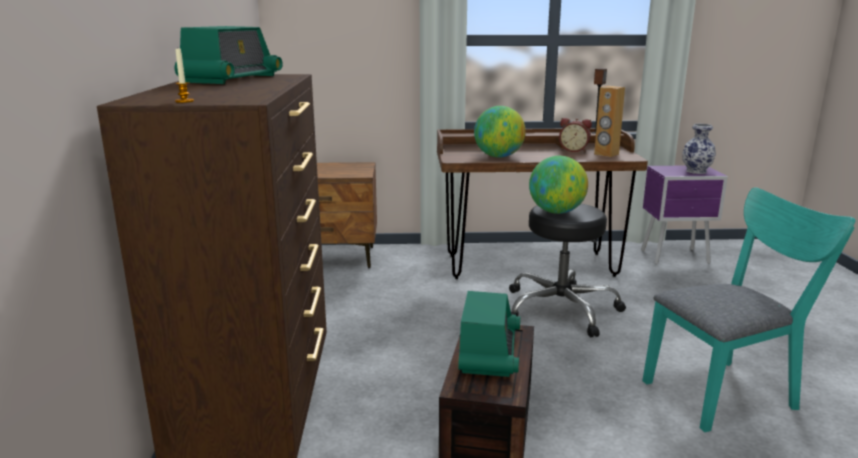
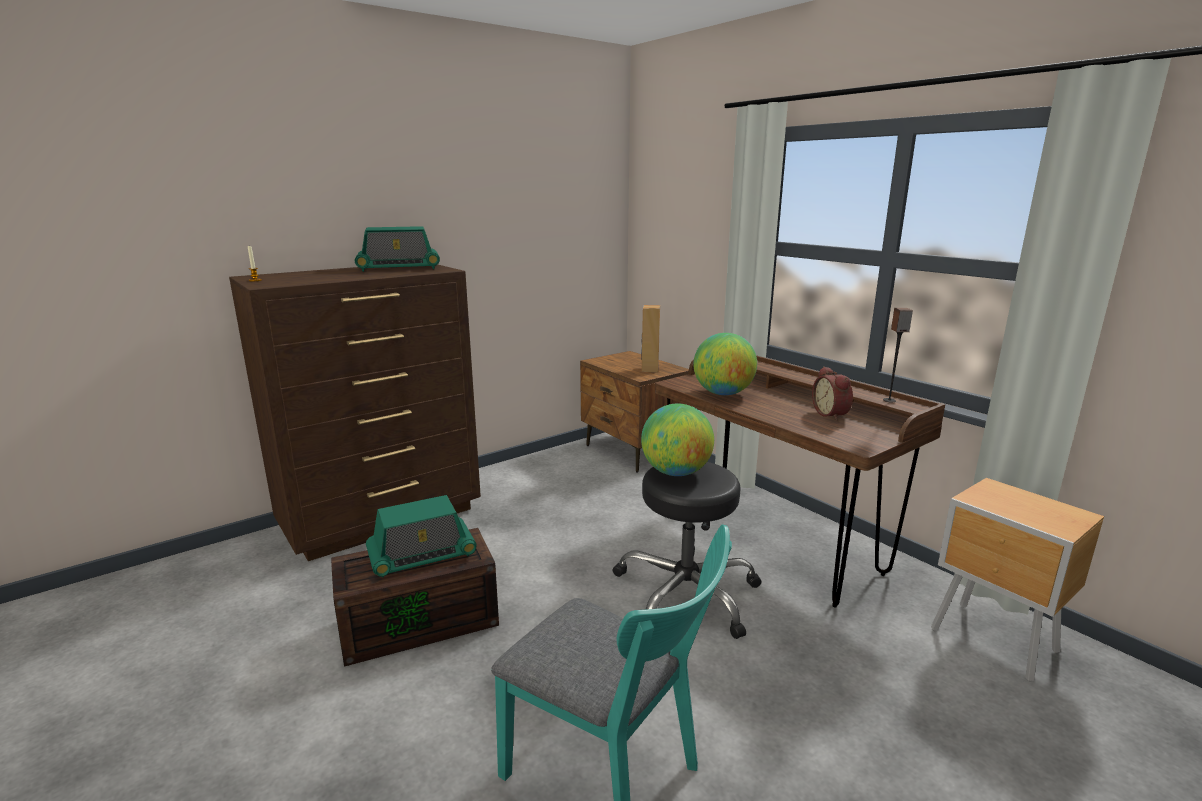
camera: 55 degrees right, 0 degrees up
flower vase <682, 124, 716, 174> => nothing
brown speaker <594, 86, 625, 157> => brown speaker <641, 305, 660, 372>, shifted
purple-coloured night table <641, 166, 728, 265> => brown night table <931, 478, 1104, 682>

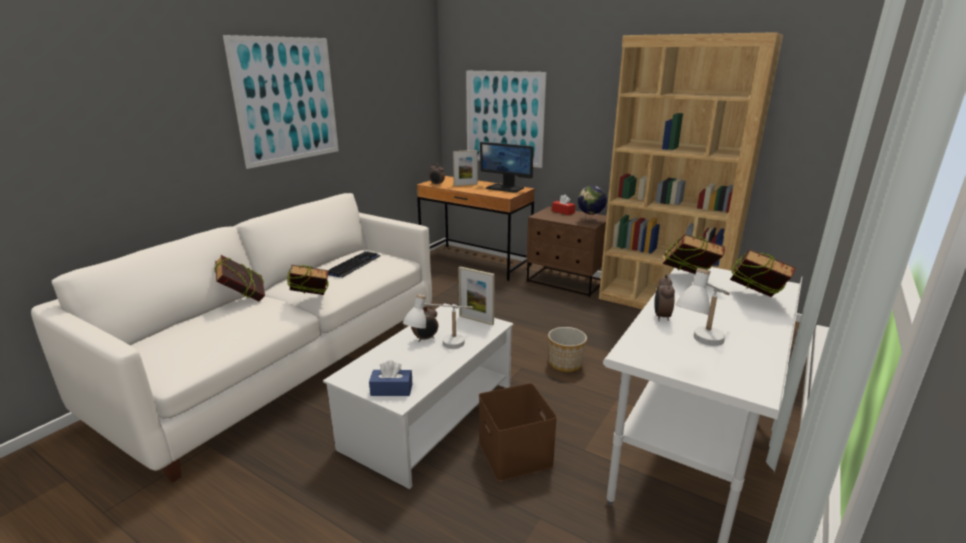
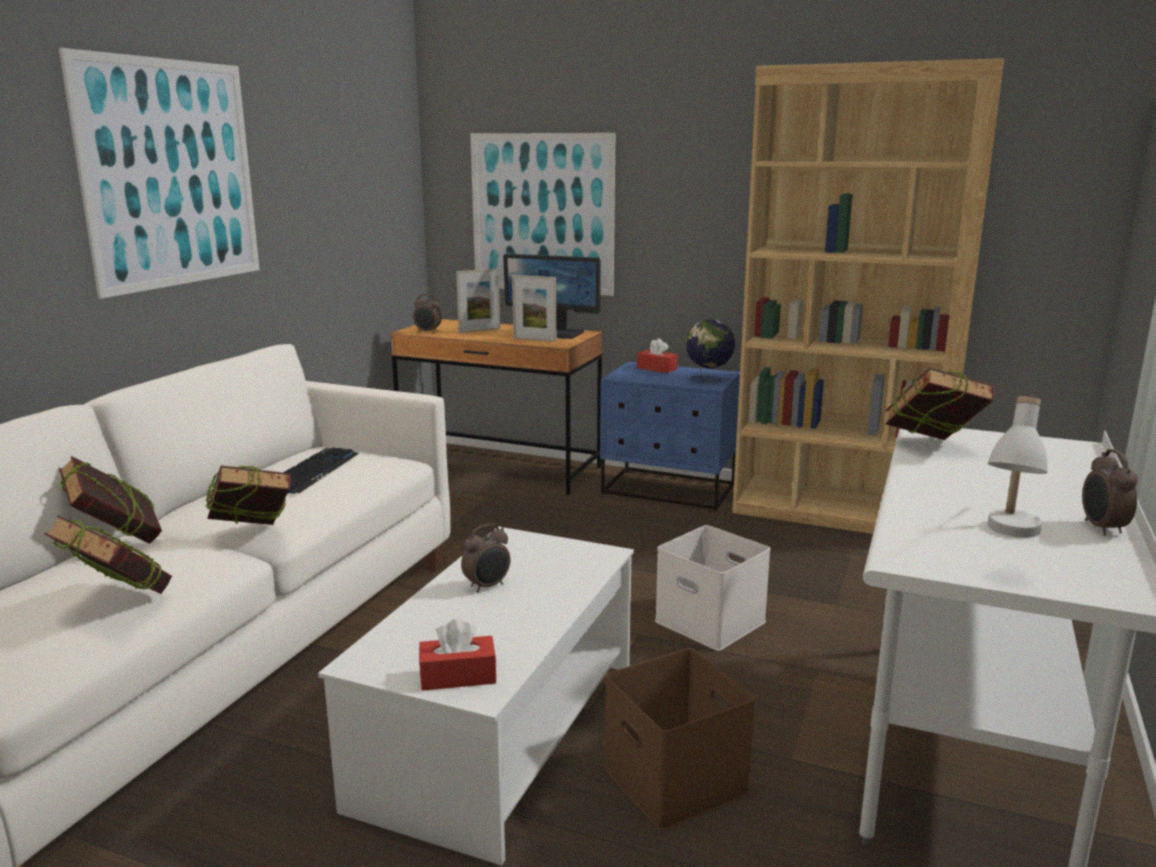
camera: 10 degrees left, 5 degrees down
white lamp for a table <403, 294, 473, 349> => nothing
picture frame <458, 266, 495, 325> => picture frame <512, 275, 557, 342>, shifted
alarm clock <654, 274, 675, 321> => alarm clock <1082, 449, 1138, 536>, shifted
volume <730, 249, 796, 297> => volume <44, 515, 172, 594>, shifted
plant pot <548, 327, 587, 372> => white storage box <655, 525, 771, 651>
blue-coloured tissue box <369, 360, 412, 396> => red tissue box <419, 619, 496, 691>
brown night table <527, 207, 607, 297> => blue-coloured night table <600, 362, 740, 511>

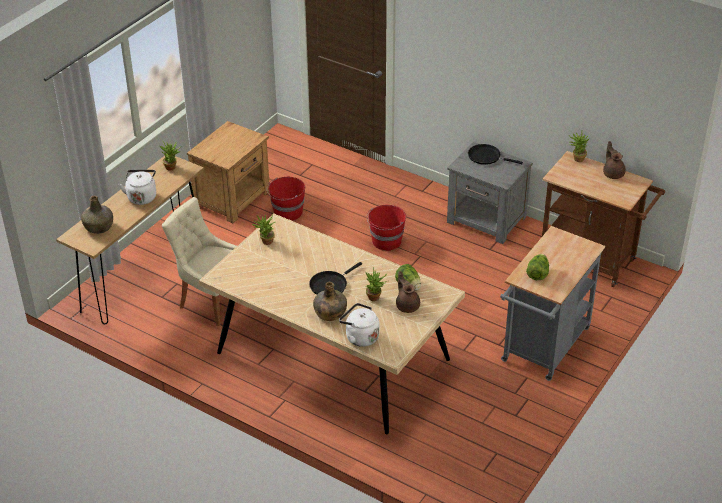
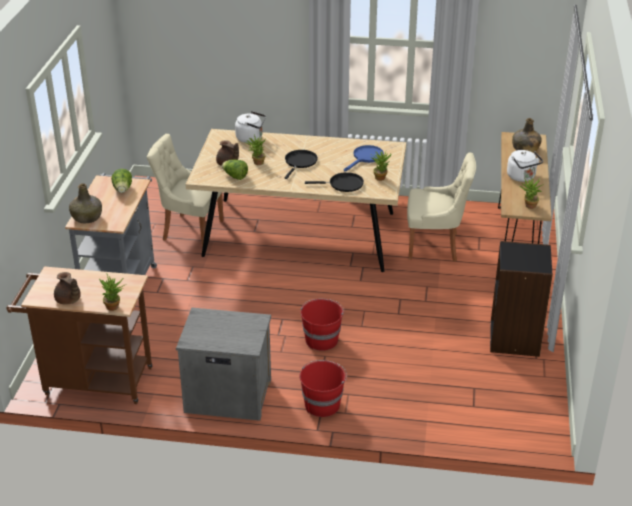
camera: 155 degrees right, 5 degrees down
nothing => sand-coloured upright chair <147, 134, 223, 248>
nothing => blue-coloured frying pan <344, 145, 384, 171>
red bucket <267, 177, 305, 221> => red bucket <300, 360, 347, 417>, shifted
green drink bottle <313, 282, 347, 321> => green drink bottle <69, 183, 102, 223>, shifted
black frying pan <468, 144, 523, 165> => black frying pan <305, 172, 364, 192>, shifted
brown night table <187, 121, 270, 223> => black bookcase <490, 241, 553, 357>

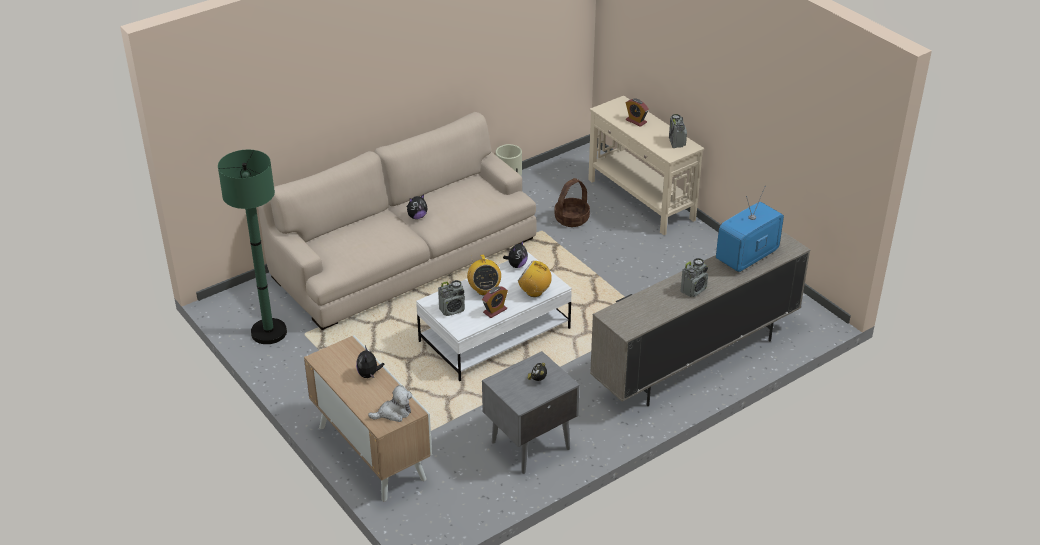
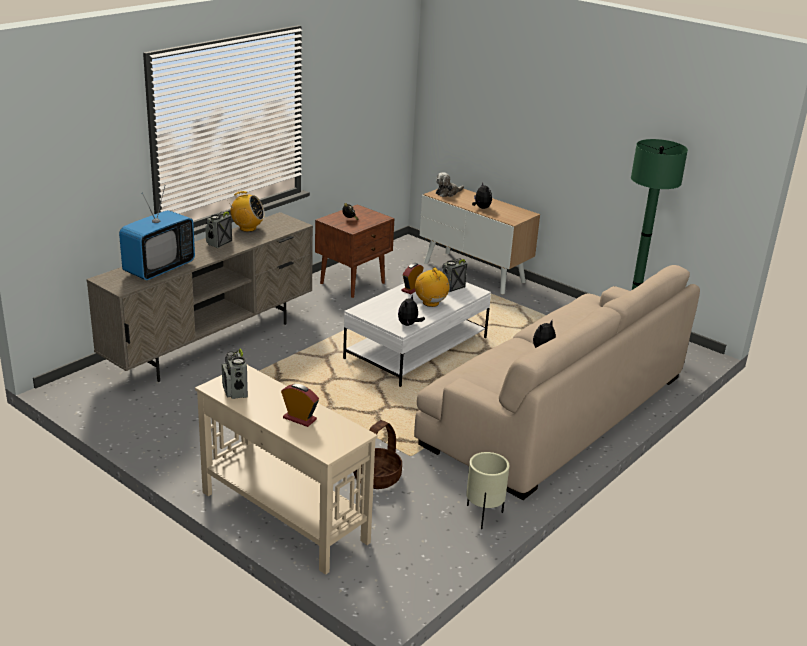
camera: 165 degrees right, 10 degrees down
radio <518, 261, 552, 297> => radio <227, 191, 265, 232>, shifted
gray night table <482, 351, 580, 474> => brown night table <315, 204, 394, 298>

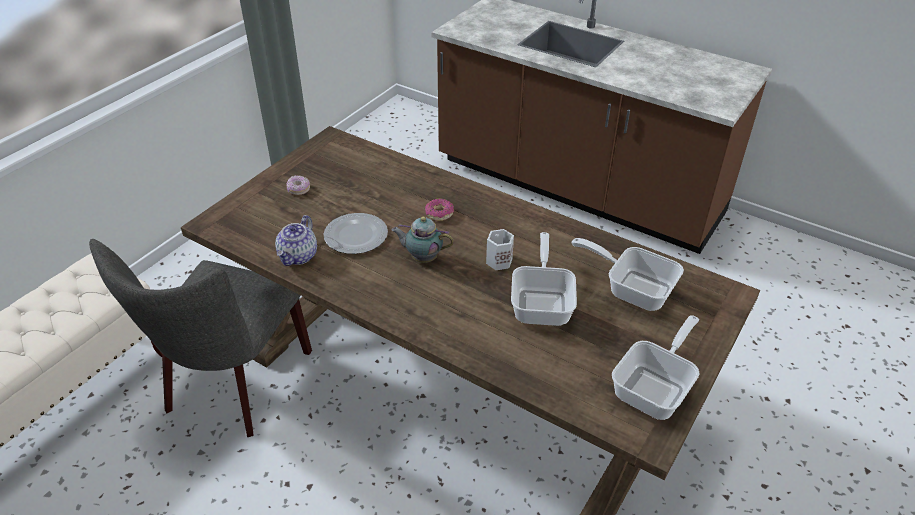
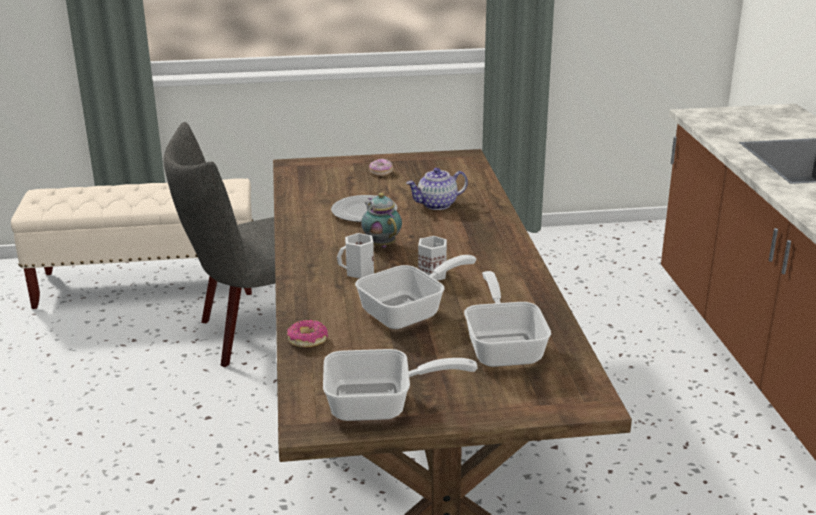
camera: 50 degrees right, 15 degrees down
nothing => white mug <337, 233, 374, 278>
tea pot <275, 215, 317, 266> => tea pot <406, 168, 468, 210>, shifted
ring doughnut <425, 199, 454, 221> => ring doughnut <287, 320, 328, 347>, shifted

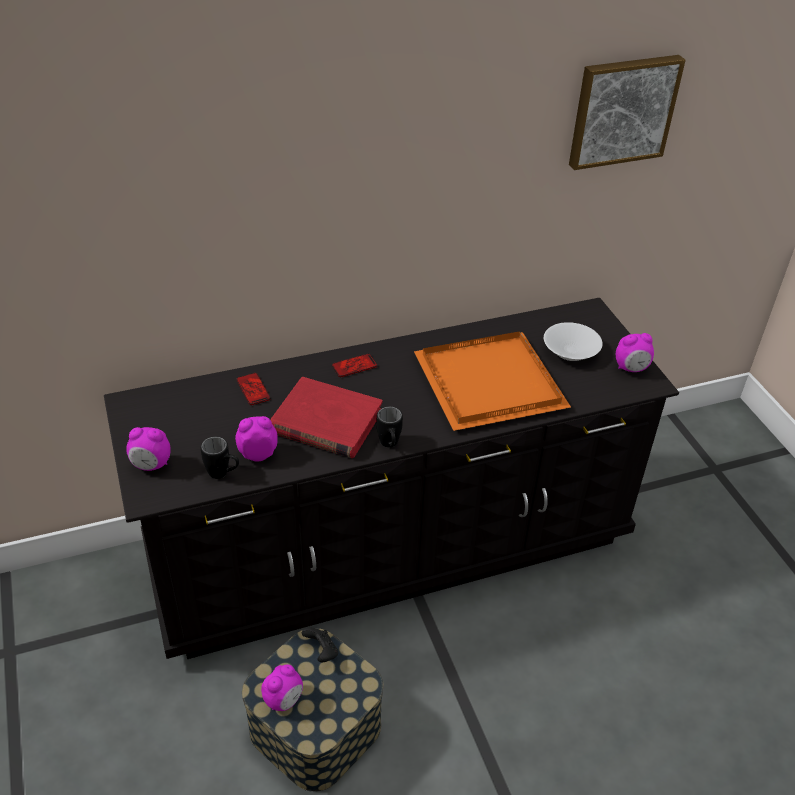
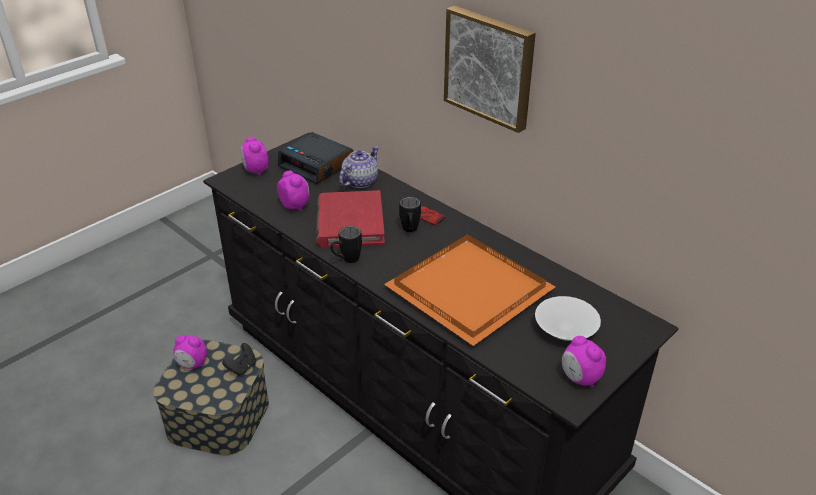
camera: 65 degrees right, 5 degrees down
nothing => alarm clock <278, 132, 353, 184>
black mug <201, 436, 239, 479> => black mug <399, 197, 421, 232>, shifted
wall art <569, 55, 686, 170> => wall art <444, 5, 536, 133>, shifted
phone <237, 373, 271, 405> => tea pot <339, 146, 379, 188>

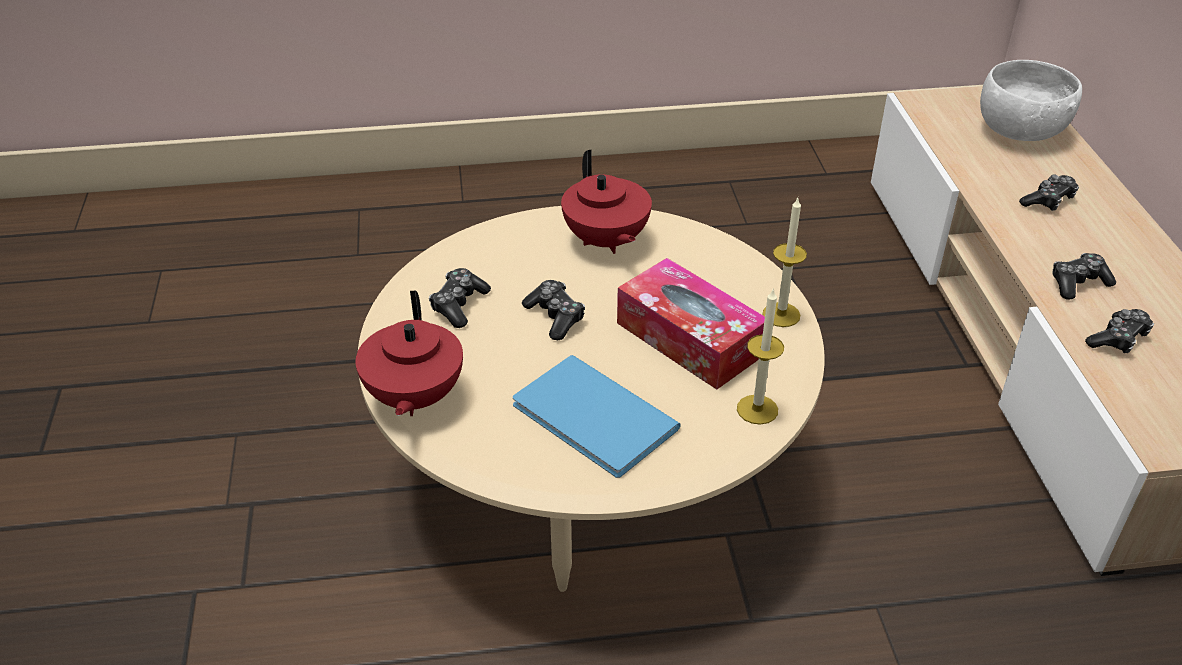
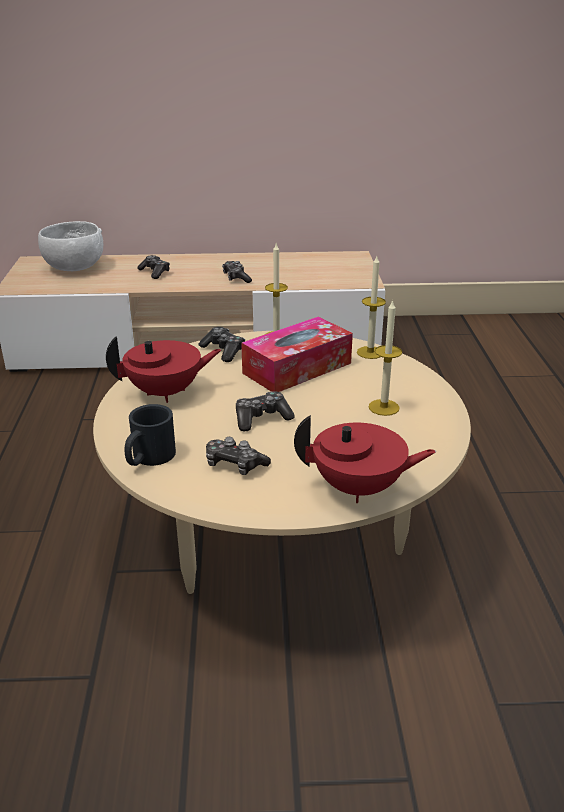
camera: 85 degrees left, 10 degrees down
nothing => black mug <124, 404, 176, 466>
gamepad <1085, 309, 1154, 353> => gamepad <199, 327, 245, 362>, shifted
blue-coloured volume <513, 355, 681, 478> => candle <369, 300, 402, 416>

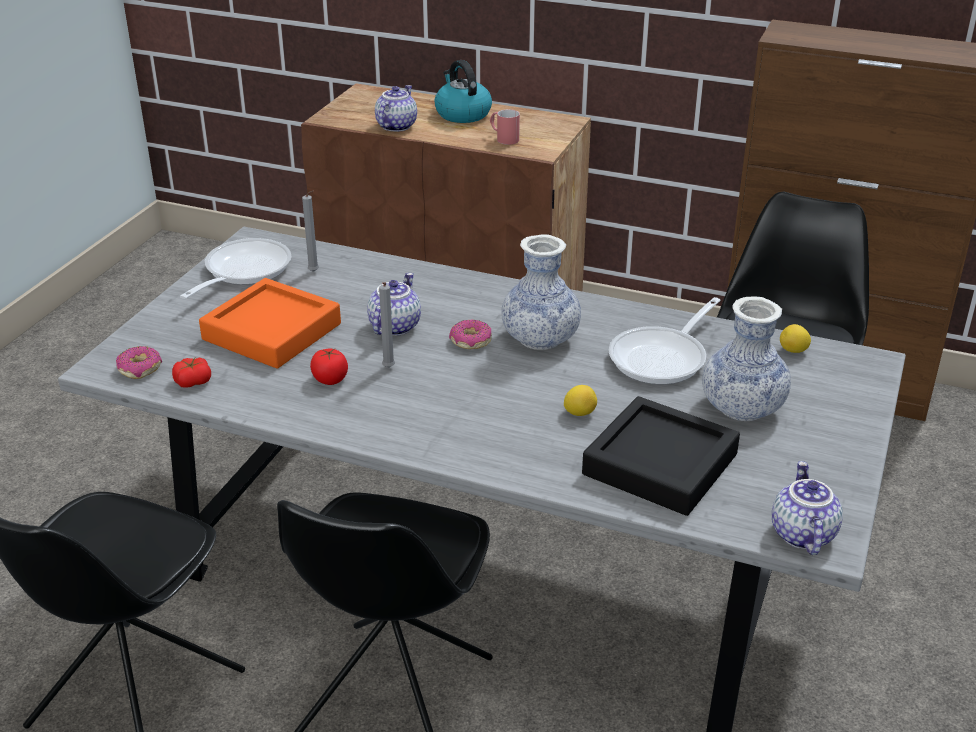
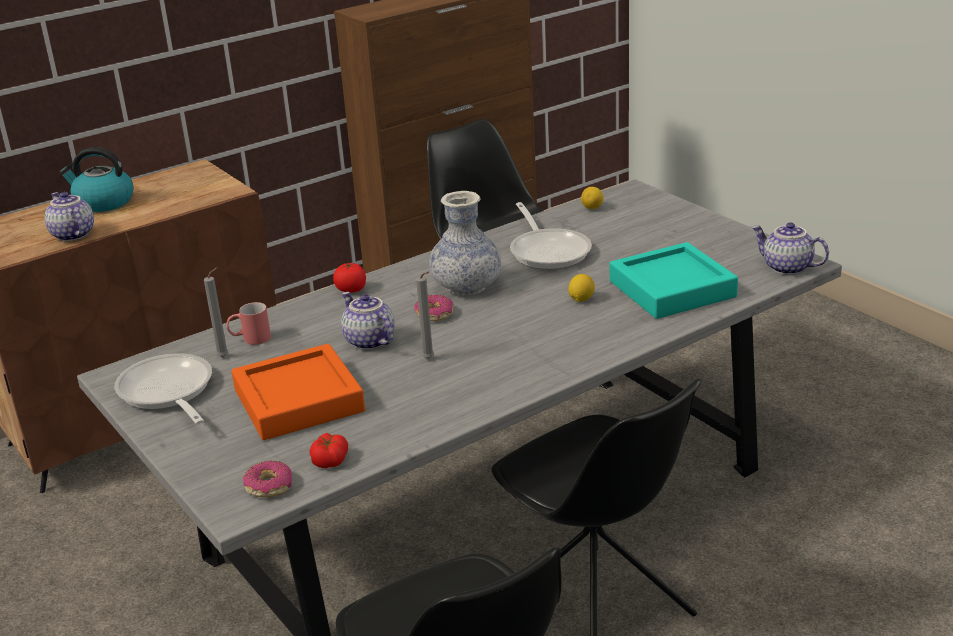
camera: 55 degrees left, 5 degrees down
flower vase <702, 296, 791, 421> => nothing
whole tomato <310, 349, 348, 385> => whole tomato <333, 263, 366, 293>, shifted
red mug <490, 109, 520, 145> => red mug <227, 302, 271, 345>, shifted
black carrying tray <582, 396, 740, 516> => blue-green carrying tray <610, 242, 738, 319>

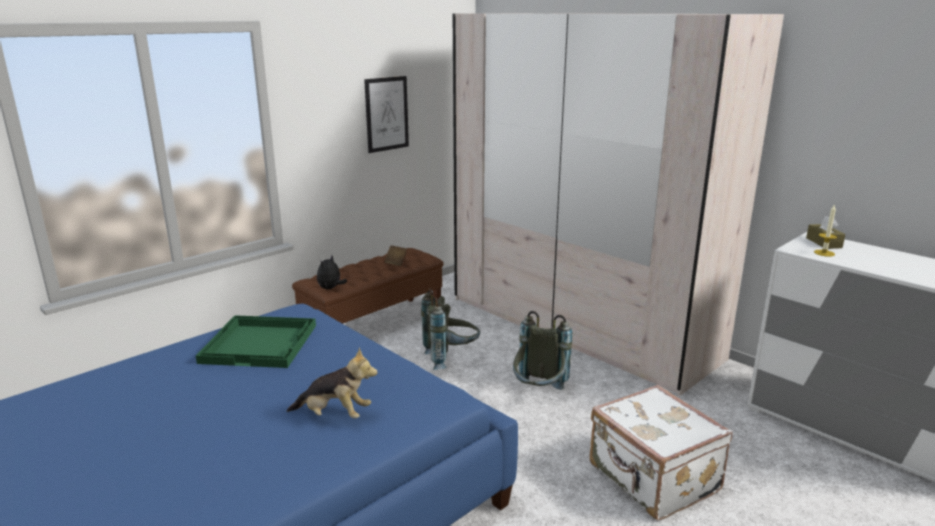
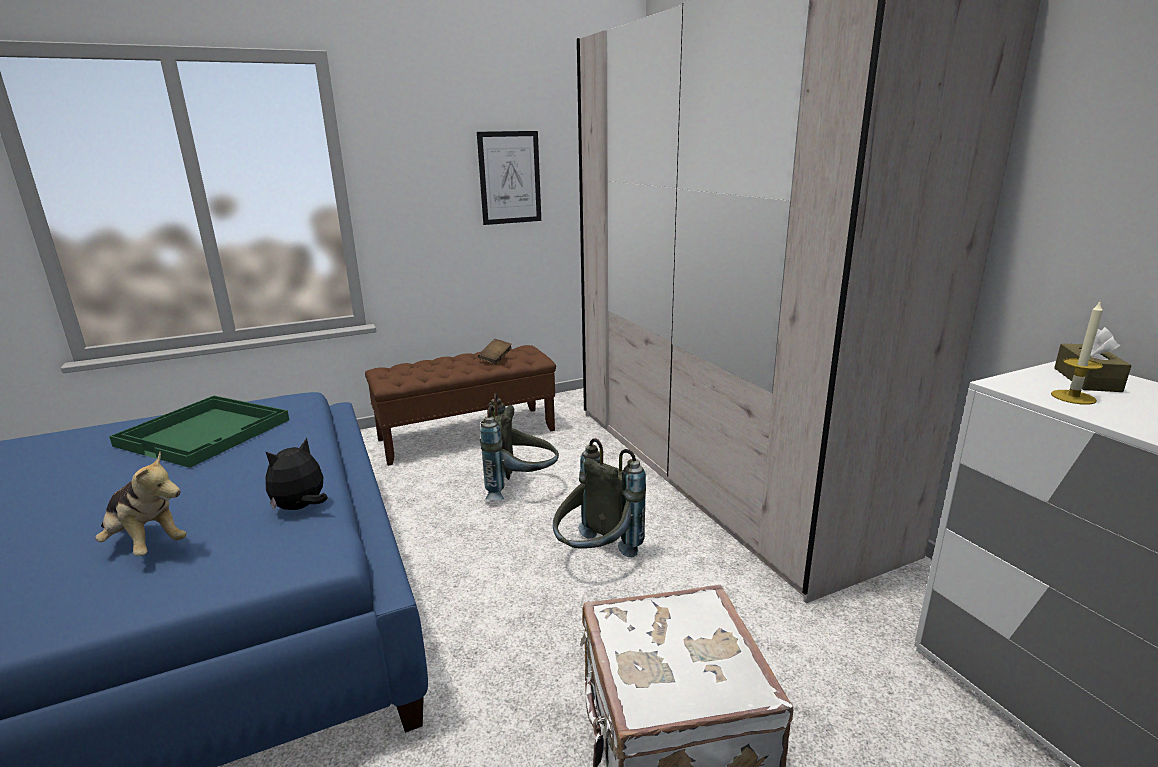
camera: 20 degrees right, 0 degrees up
soft toy <317, 256, 347, 289> => soft toy <265, 438, 328, 511>, shifted

